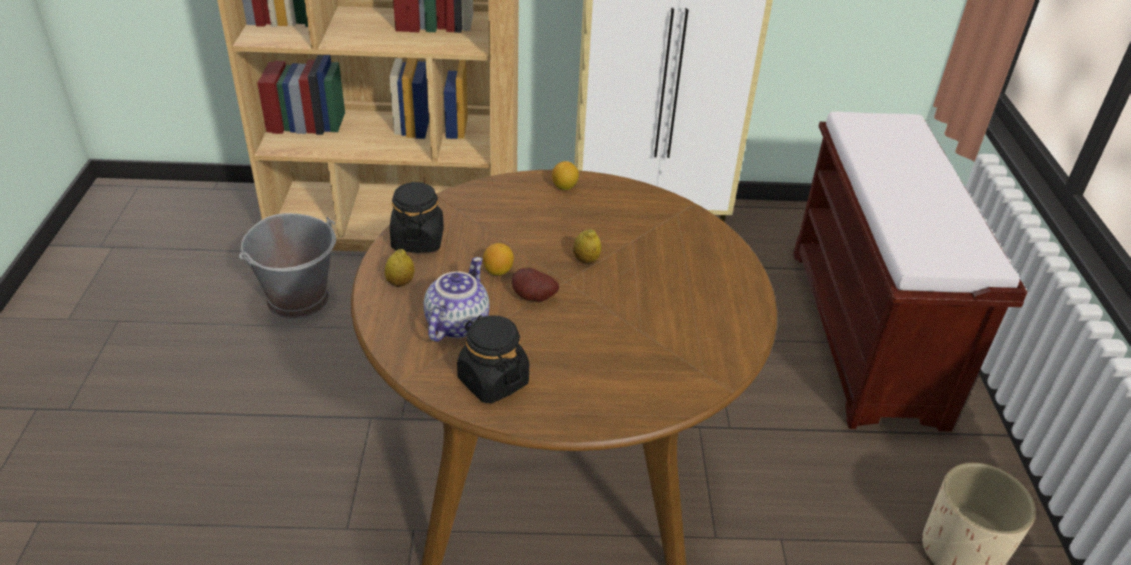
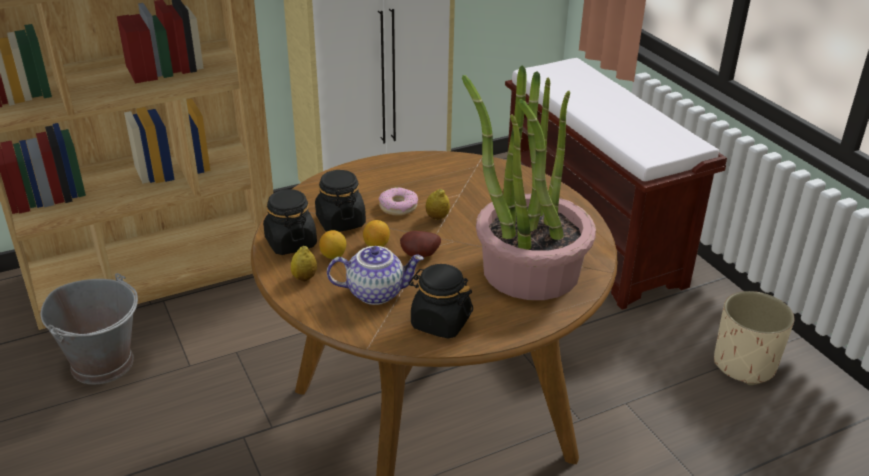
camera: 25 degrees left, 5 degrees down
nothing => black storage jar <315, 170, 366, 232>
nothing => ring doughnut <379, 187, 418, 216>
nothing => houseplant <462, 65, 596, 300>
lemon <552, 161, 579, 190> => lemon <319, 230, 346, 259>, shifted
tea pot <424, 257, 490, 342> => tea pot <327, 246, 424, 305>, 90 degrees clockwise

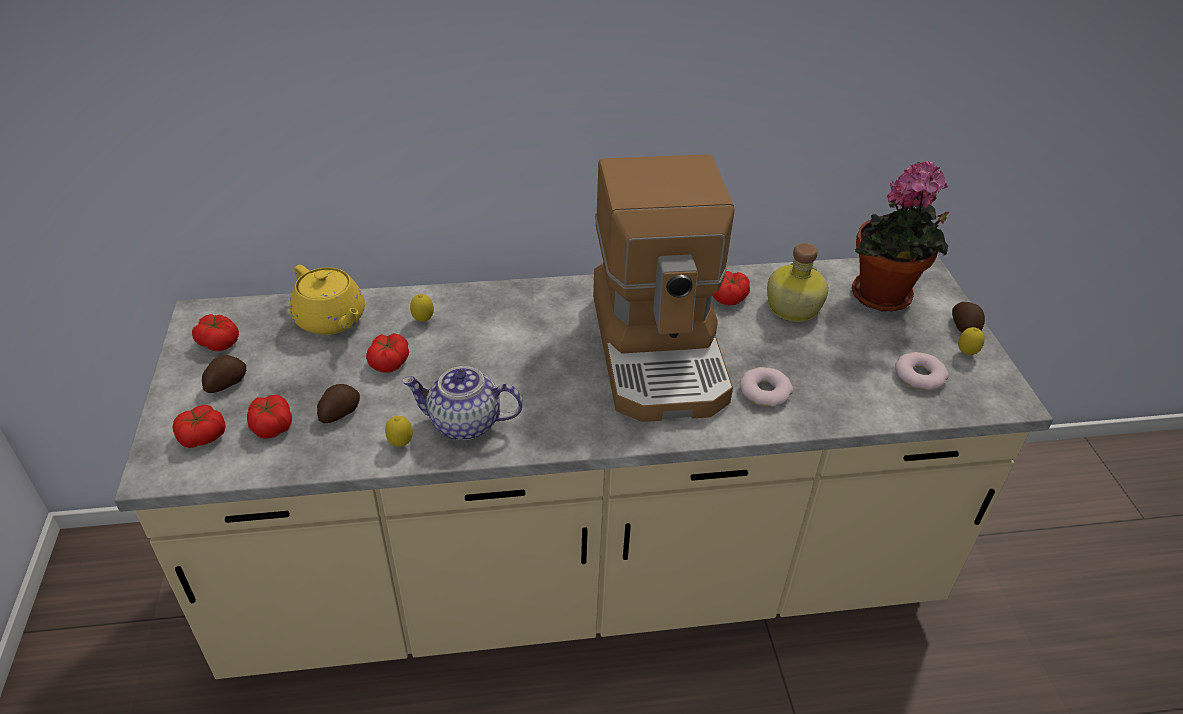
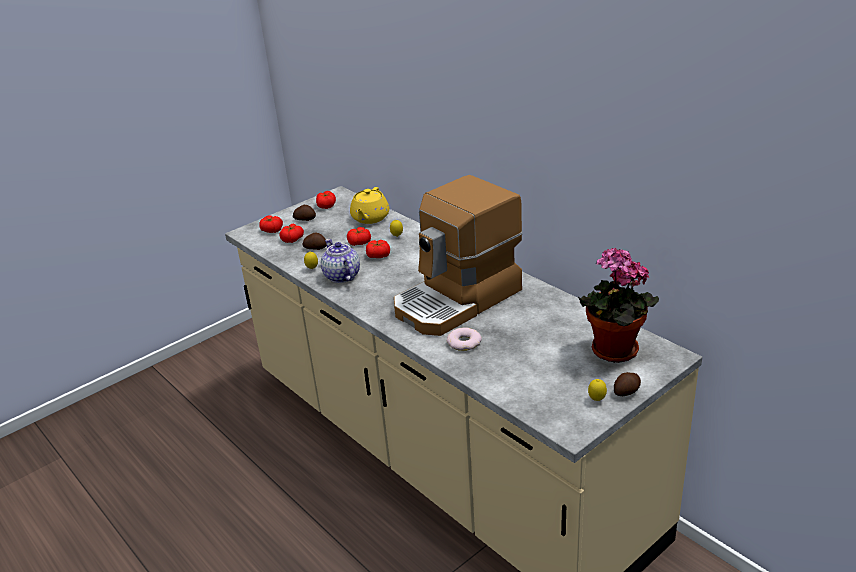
camera: 60 degrees right, 10 degrees down
drink bottle <767, 243, 828, 322> => nothing
ring doughnut <895, 352, 949, 390> => nothing
whole tomato <712, 271, 750, 305> => whole tomato <366, 240, 390, 258>, shifted

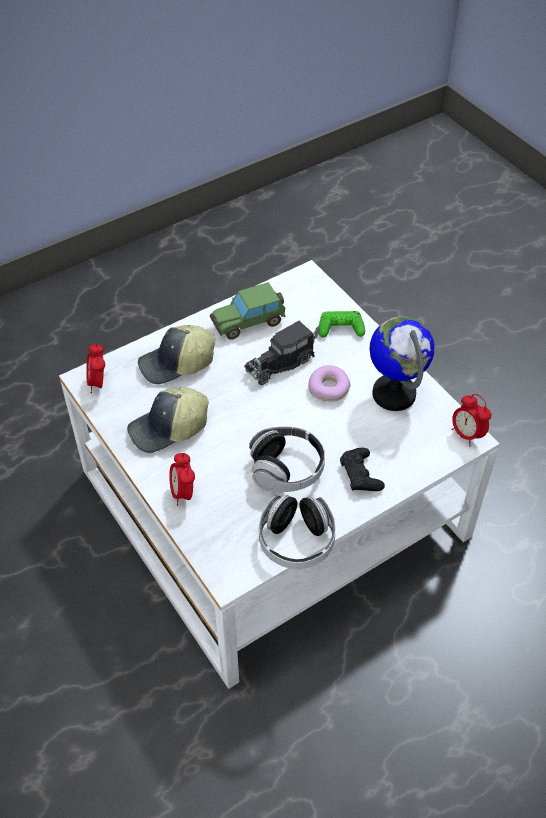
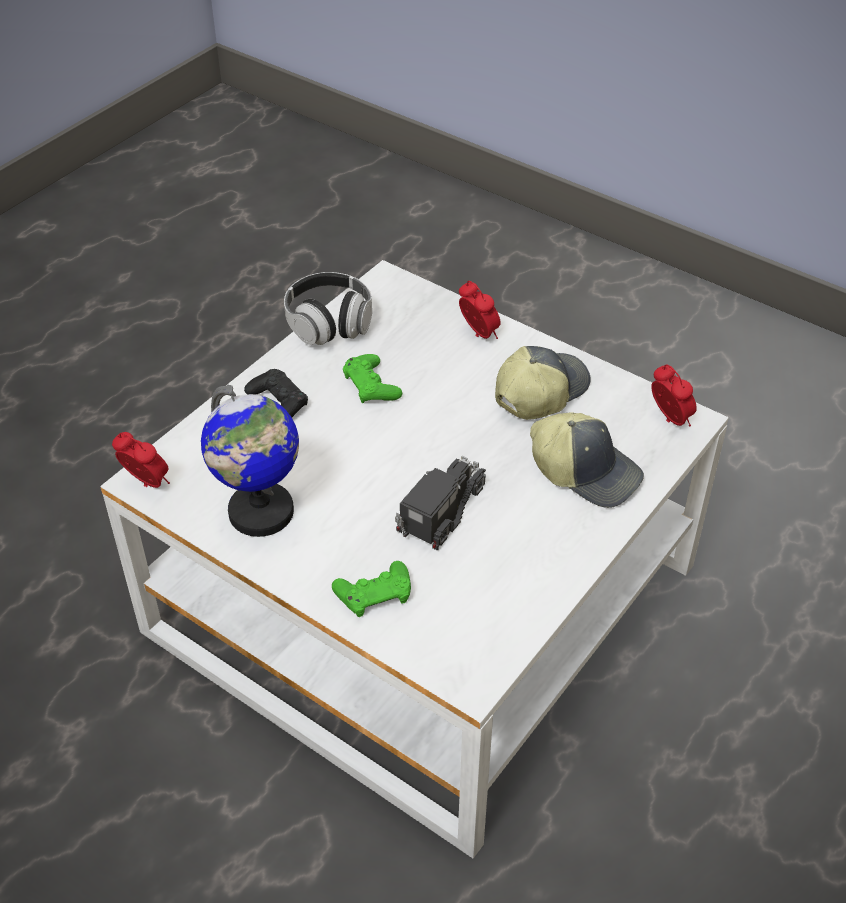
camera: 160 degrees right, 5 degrees down
model car <210, 282, 285, 340> => nothing
ring doughnut <308, 365, 351, 402> => nothing
headset <249, 426, 325, 492> => green gamepad <343, 354, 402, 403>
cap <138, 325, 215, 384> => cap <530, 412, 644, 508>, 75 degrees clockwise

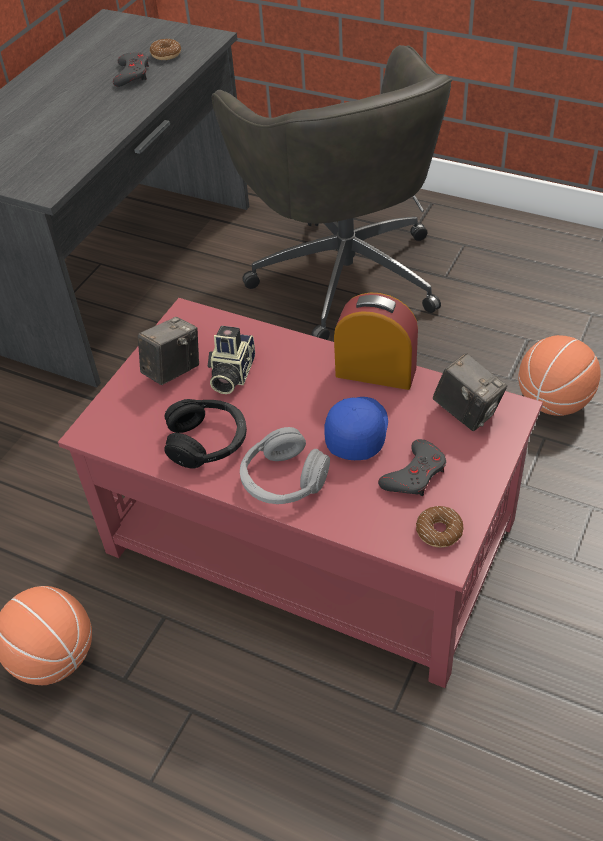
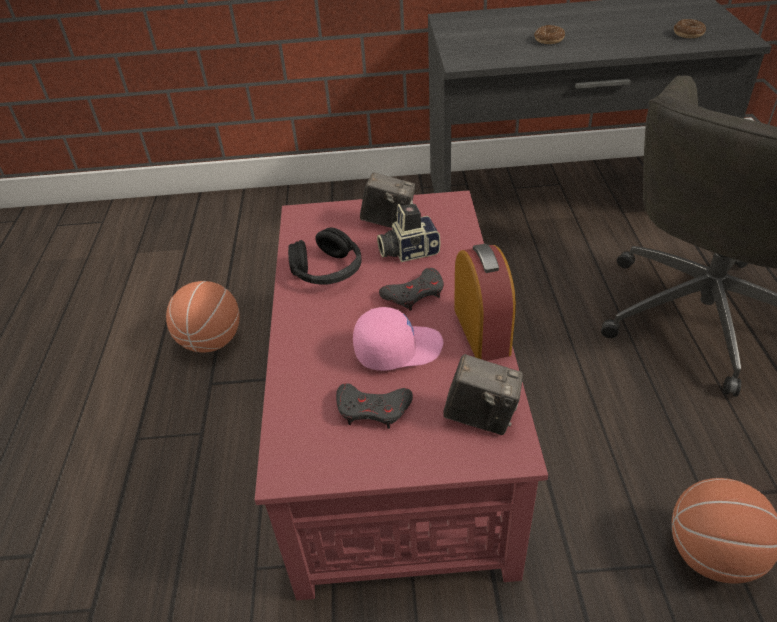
camera: 60 degrees right, 5 degrees down
gray headset <240, 427, 330, 504> => nothing
gray gamepad <113, 53, 149, 87> => gray gamepad <379, 268, 444, 311>, shifted
ring doughnut <416, 506, 464, 547> => ring doughnut <534, 25, 565, 44>, shifted
blue-coloured cap <324, 397, 388, 460> => pink cap <353, 307, 443, 371>
photo camera <433, 353, 507, 431> => photo camera <443, 354, 523, 435>, 90 degrees counterclockwise

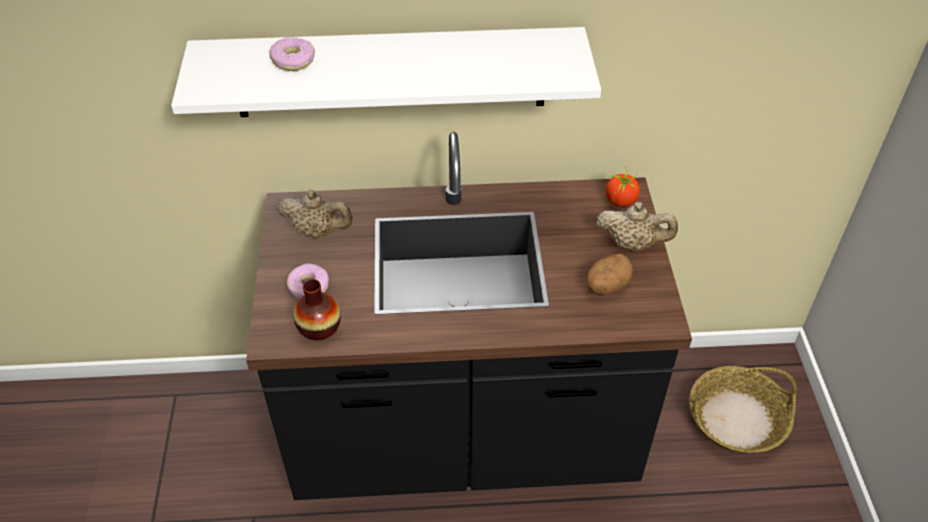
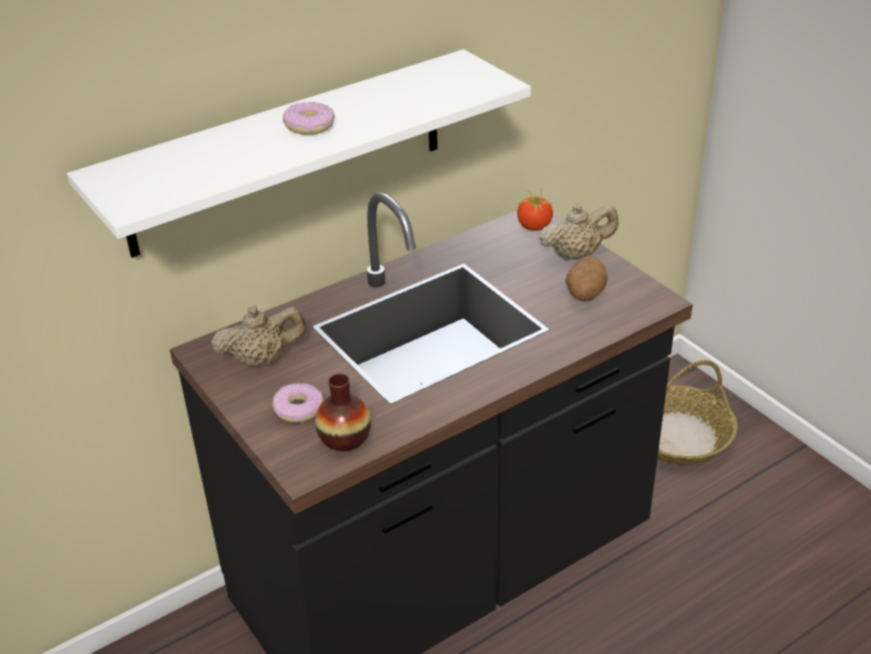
camera: 30 degrees left, 10 degrees down
ring doughnut <269, 37, 315, 71> => ring doughnut <283, 102, 335, 135>, shifted

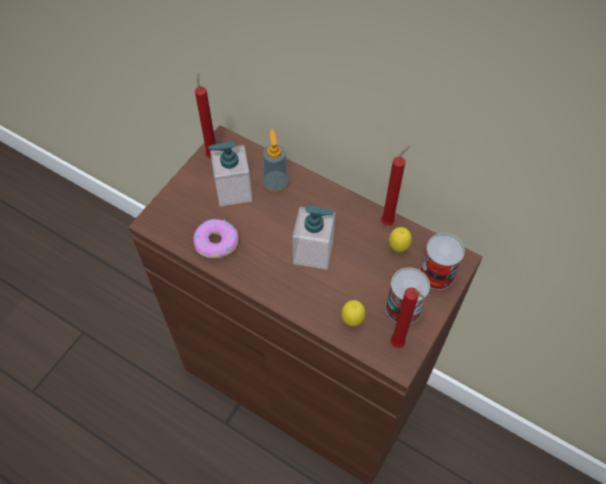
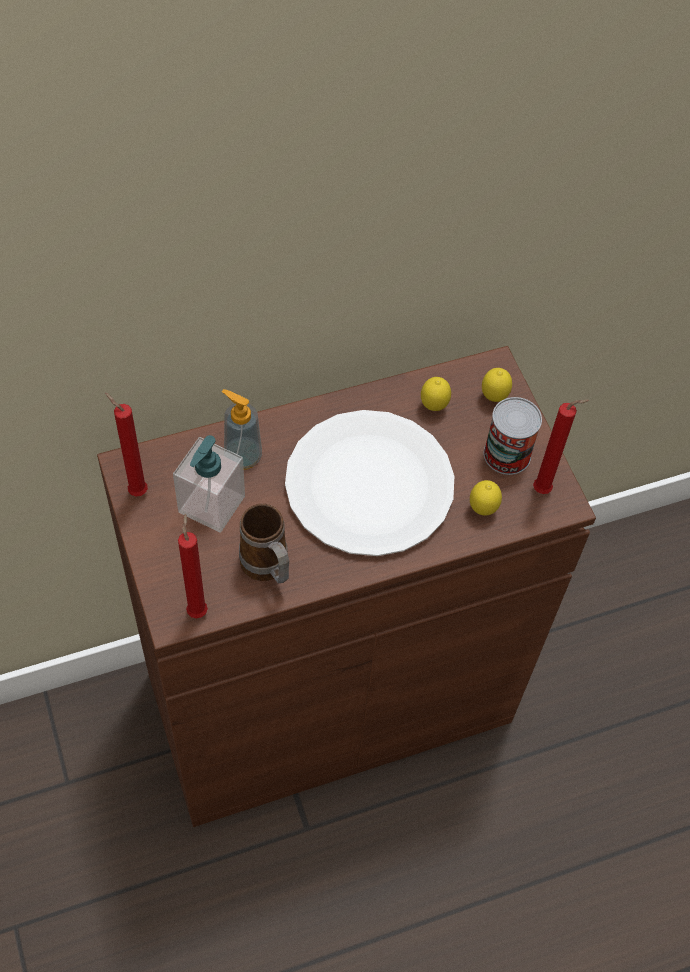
camera: 55 degrees left, 0 degrees up
red candle <381, 146, 410, 225> => red candle <178, 513, 208, 619>, shifted
ring doughnut <193, 219, 239, 258> => mug <239, 504, 289, 583>
liquid soap bottle <292, 205, 335, 270> => white flat dish <285, 410, 454, 556>
sealed can <420, 233, 465, 290> => lemon <482, 368, 512, 402>

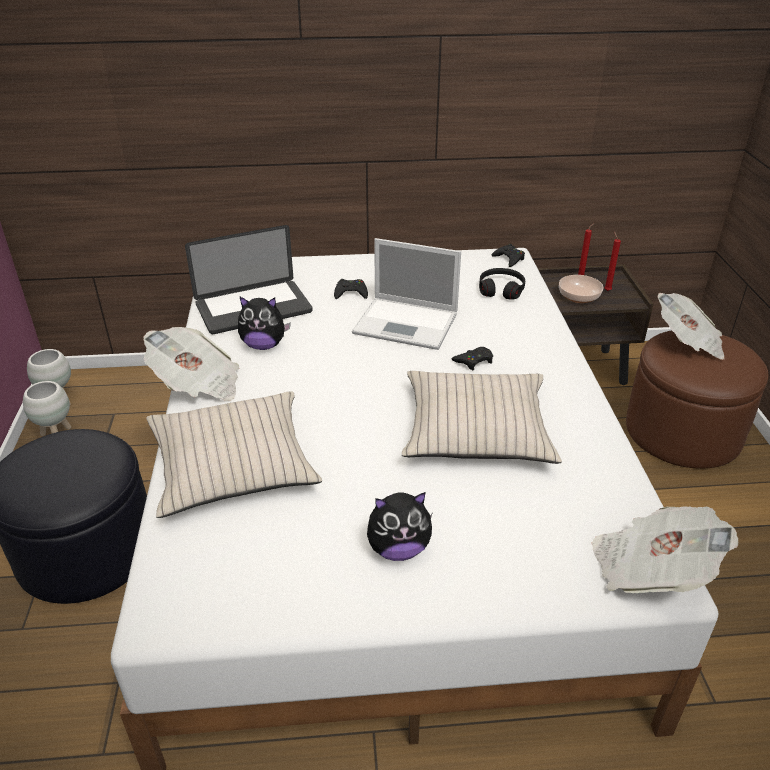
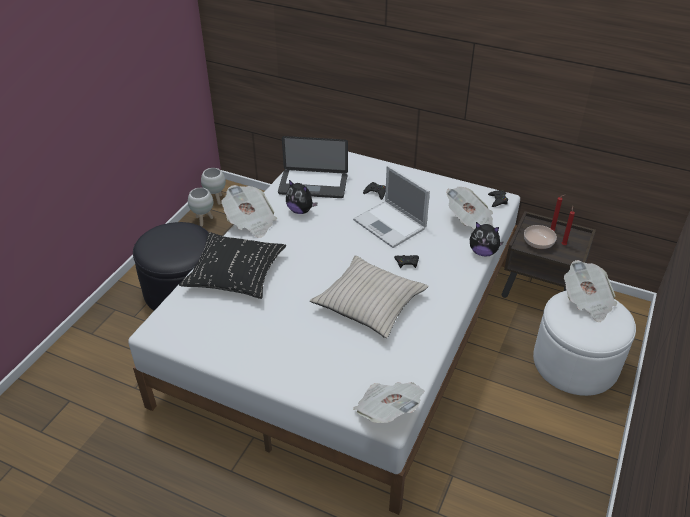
camera: 30 degrees right, 5 degrees up
soft toy <367, 492, 432, 561> => soft toy <470, 222, 504, 257>, shifted
black headset <479, 268, 525, 300> => printed paper <446, 187, 493, 230>
sand-coloured cushion <146, 391, 322, 518> => black cushion <179, 232, 286, 299>
brown pouffe <626, 330, 768, 469> => white pouffe <533, 290, 636, 396>

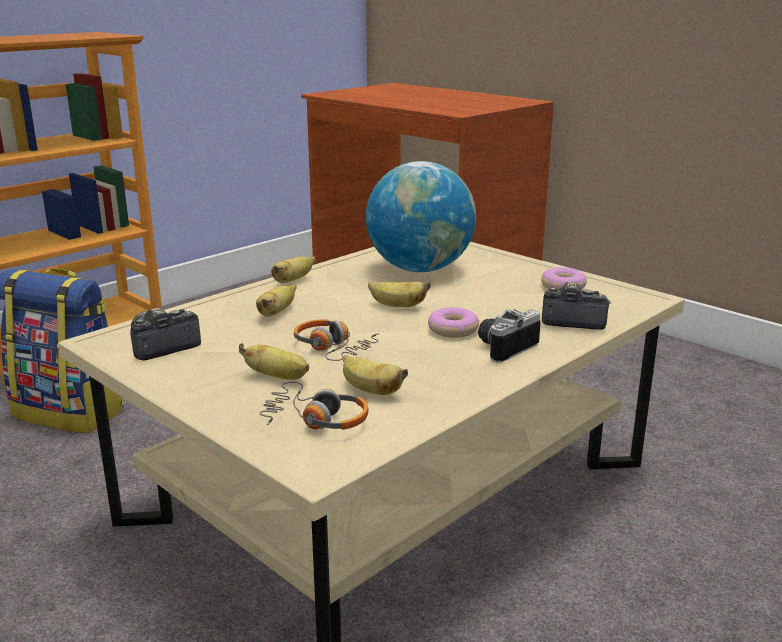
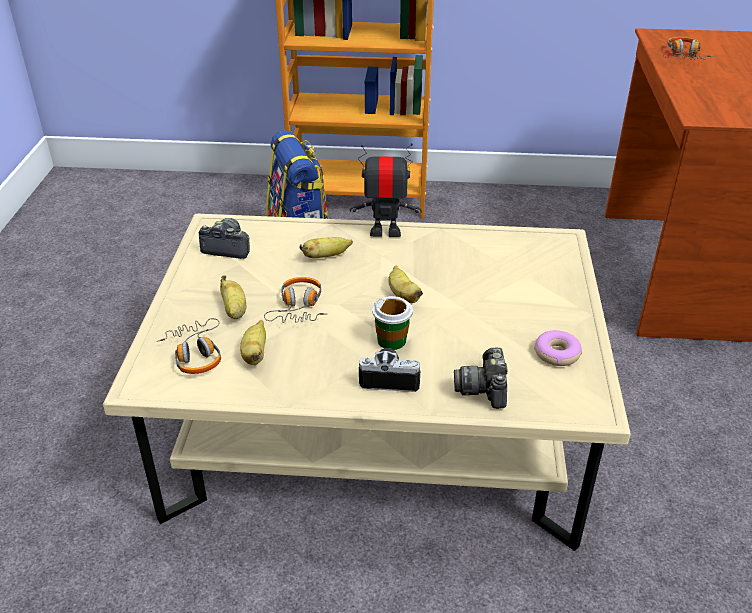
camera: 50 degrees right, 15 degrees up
world globe <366, 161, 476, 272> => nothing
nothing => headset <663, 37, 713, 60>
banana <271, 256, 315, 283> => toy robot <350, 143, 422, 237>
ring doughnut <428, 307, 479, 338> => drinking cup <372, 296, 413, 350>
photo camera <542, 282, 611, 330> => photo camera <454, 348, 507, 409>, 150 degrees counterclockwise

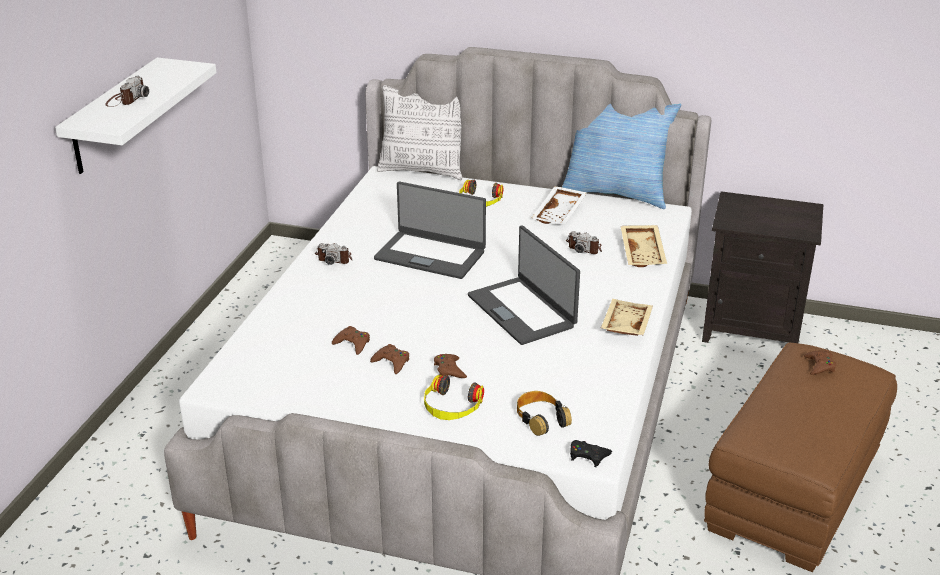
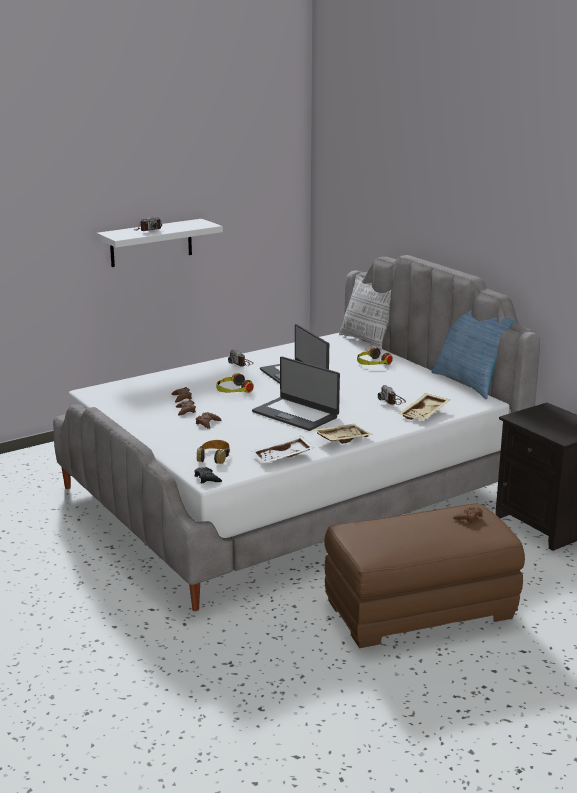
camera: 40 degrees right, 10 degrees down
headset <424, 375, 484, 420> => headset <216, 373, 254, 393>, shifted
white carrying tray <531, 186, 587, 225> => white carrying tray <251, 436, 314, 463>, shifted
laptop <468, 226, 580, 345> => laptop <252, 357, 340, 431>, 60 degrees counterclockwise

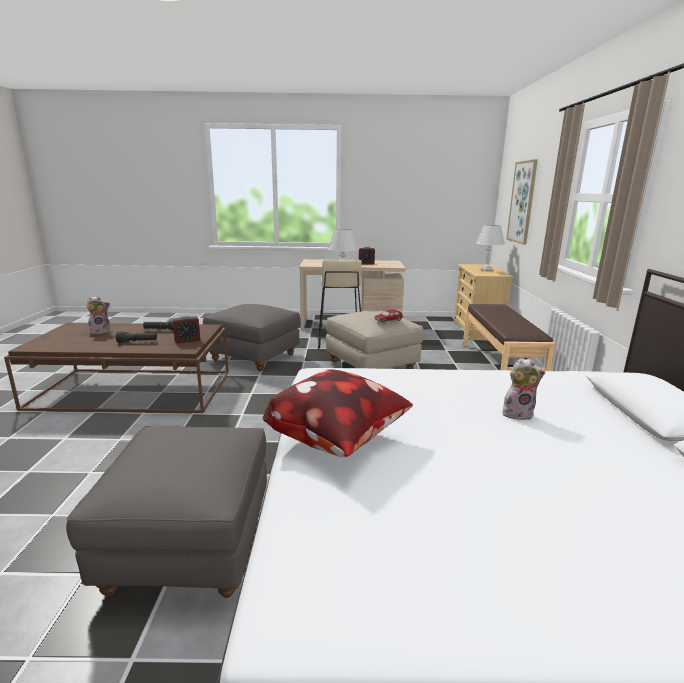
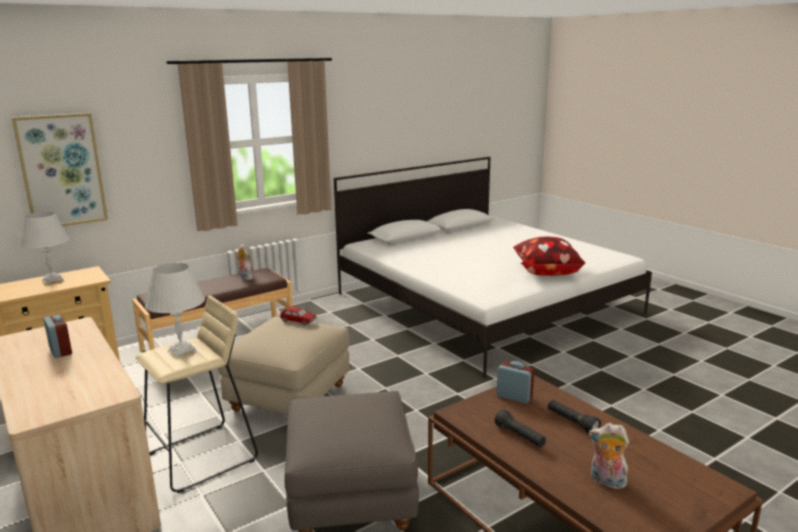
camera: 125 degrees left, 0 degrees up
gray pouffe <66, 426, 267, 598> => nothing
soft toy <502, 358, 545, 420> => soft toy <237, 244, 254, 280>, shifted

